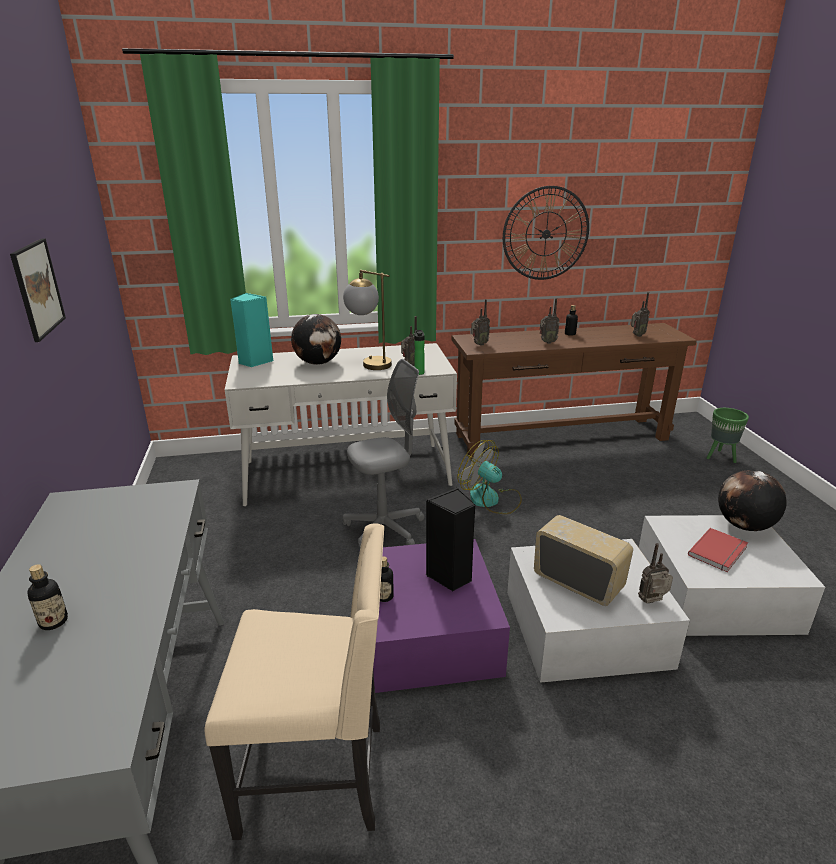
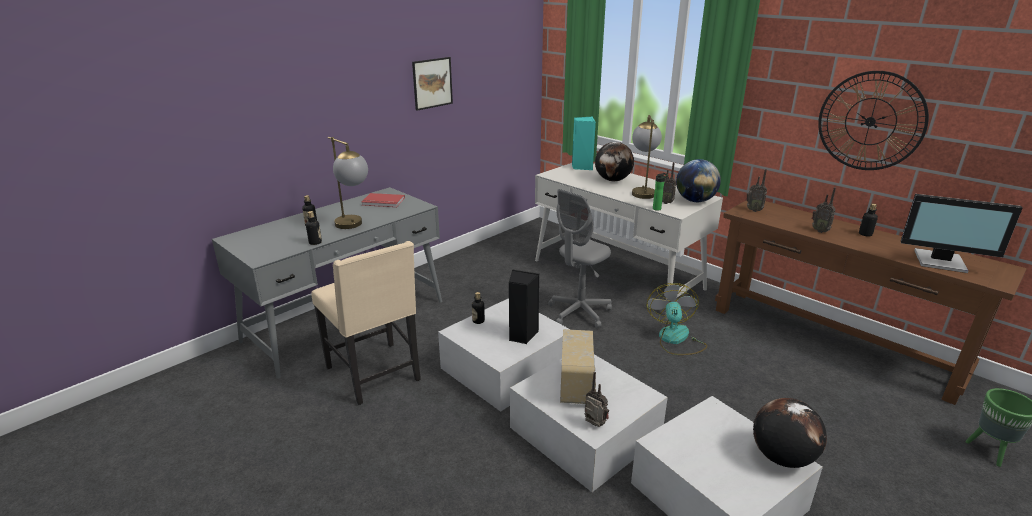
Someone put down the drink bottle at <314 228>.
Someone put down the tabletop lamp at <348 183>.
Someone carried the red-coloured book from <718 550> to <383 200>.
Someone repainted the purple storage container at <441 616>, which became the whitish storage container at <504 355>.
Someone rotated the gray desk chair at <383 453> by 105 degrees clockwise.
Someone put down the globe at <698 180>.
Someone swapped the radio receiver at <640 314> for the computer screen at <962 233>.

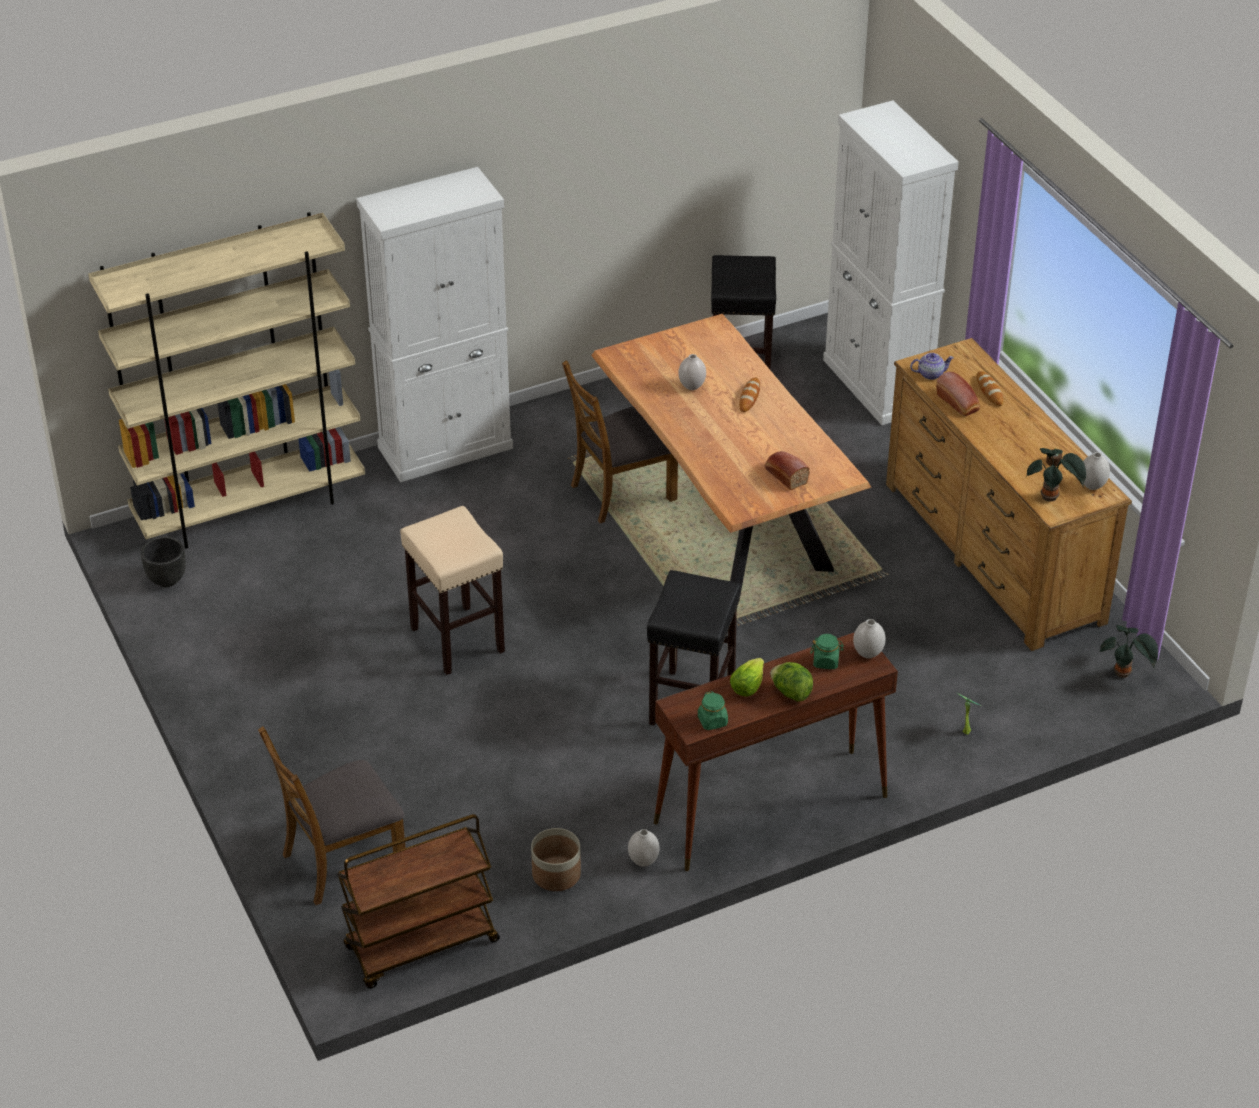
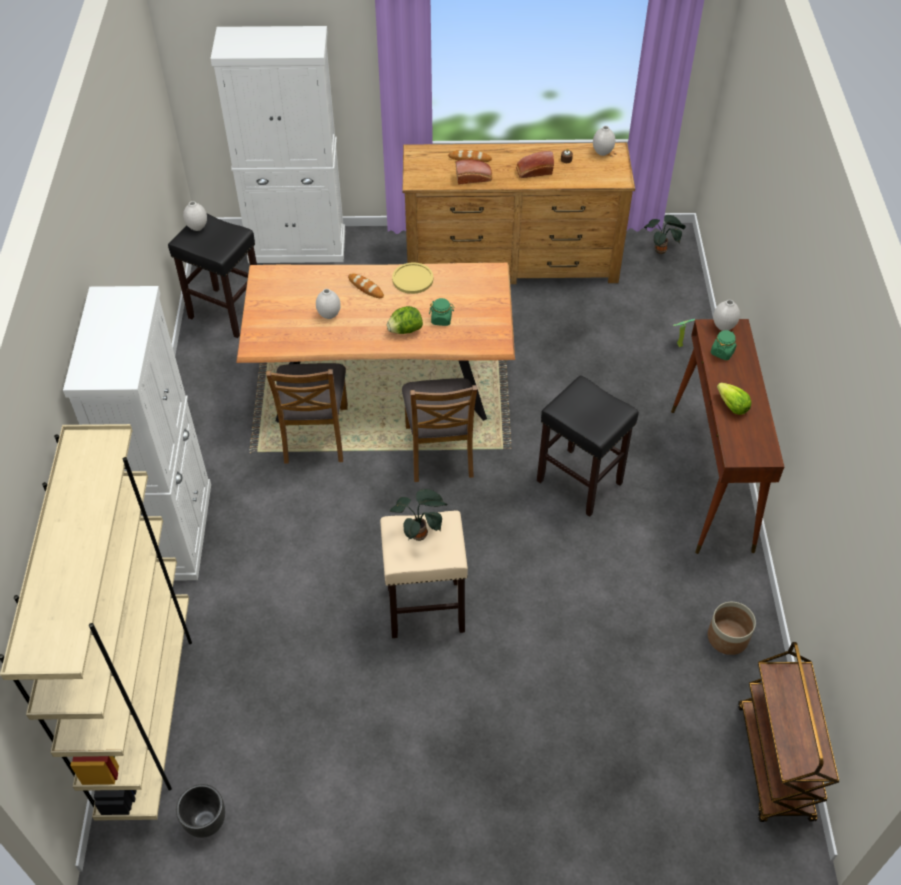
Someone carried the whitish decorative vase from <643 848> to <195 216>.
Someone carried the lettuce head from <791 682> to <405 320>.
Someone carried the potted plant from <1056 475> to <418 515>.
Someone put down the yellowish plate at <412 278>.
Someone carried the brown-coloured plain chair from <332 815> to <439 430>.
Someone carried the green storage jar from <713 710> to <442 312>.
Someone carried the bread from <787 470> to <535 164>.
Someone took away the teapot at <932 366>.

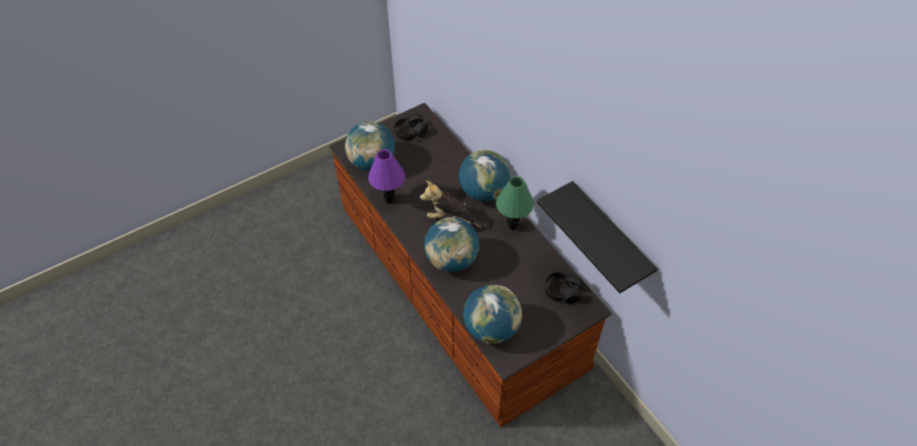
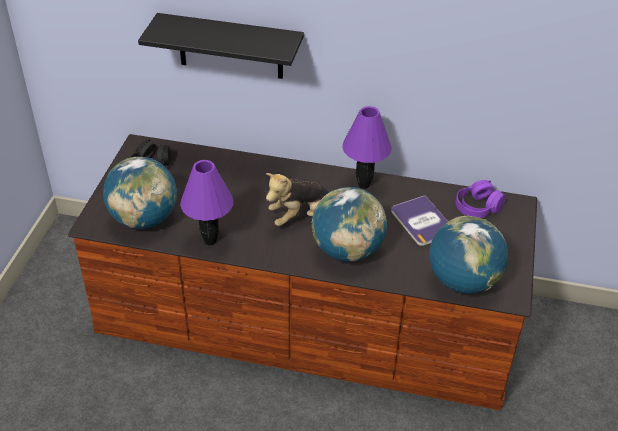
Someone carried the blackish wall shelf from <597 237> to <221 46>.
Someone repainted the green tabletop lamp at <515 203>, which became the purple tabletop lamp at <367 147>.
Someone put down the book at <419 220>.
Someone repainted the blackish headphones at <564 288>, which became the purple headphones at <480 199>.
Someone took away the globe at <484 175>.

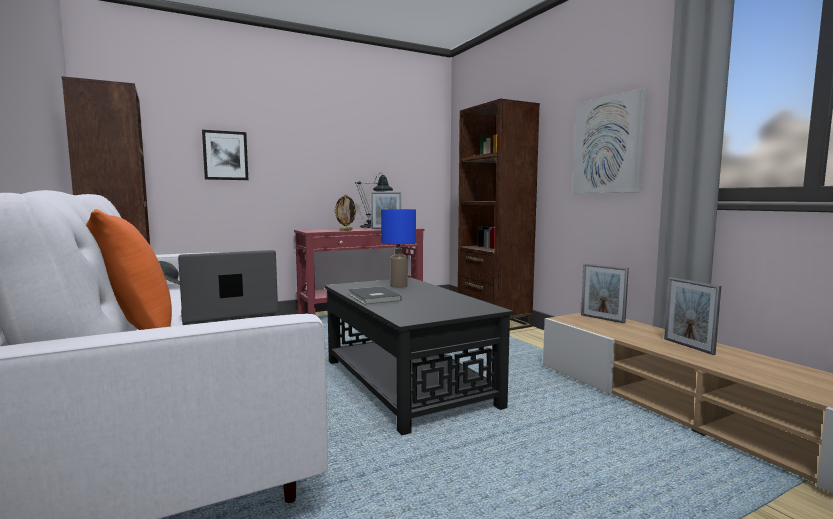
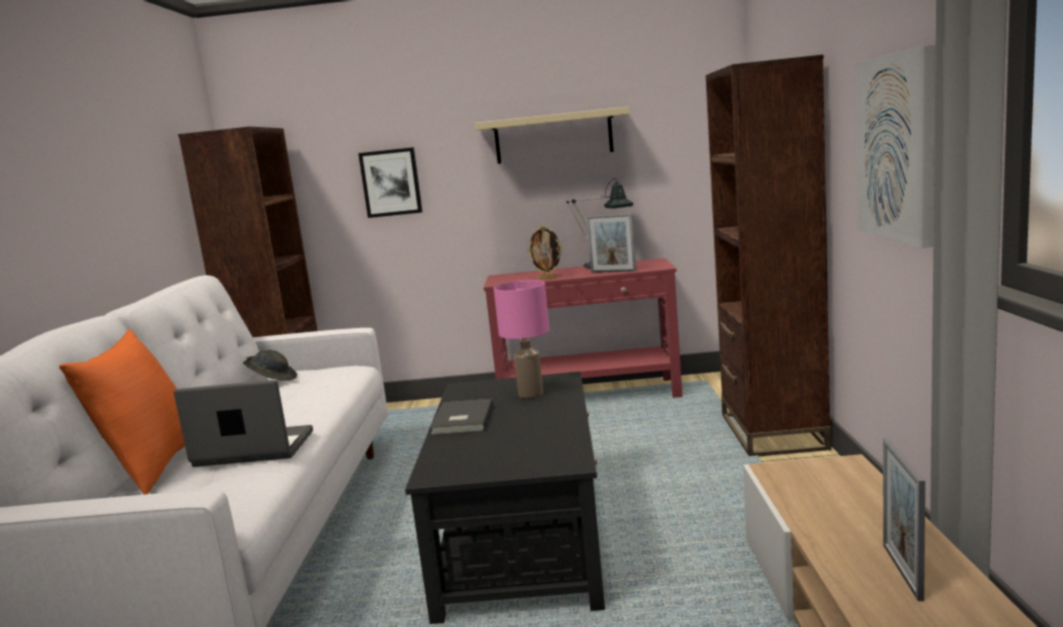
Someone put up the beige-coloured wall shelf at <552 135>.
Someone repainted the blue tabletop lamp at <398 248>, which became the pink-coloured tabletop lamp at <522 339>.
Someone took away the photo frame at <605 293>.

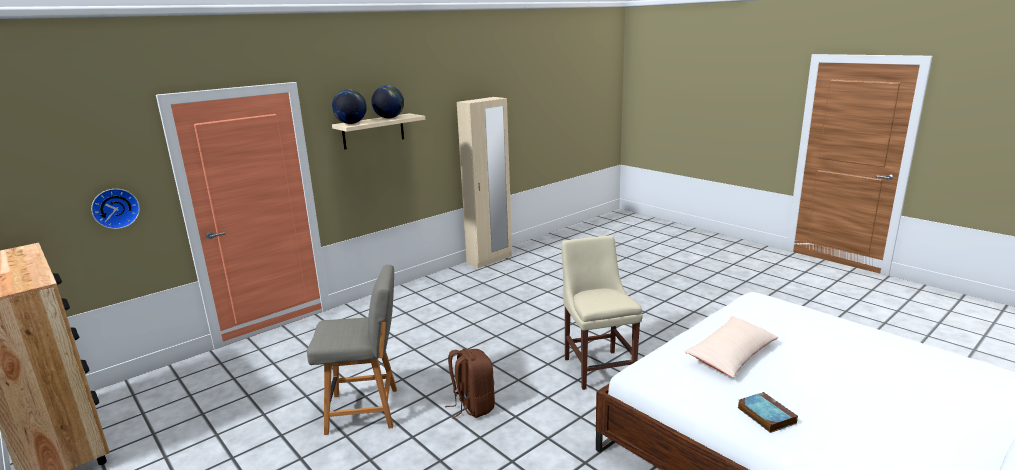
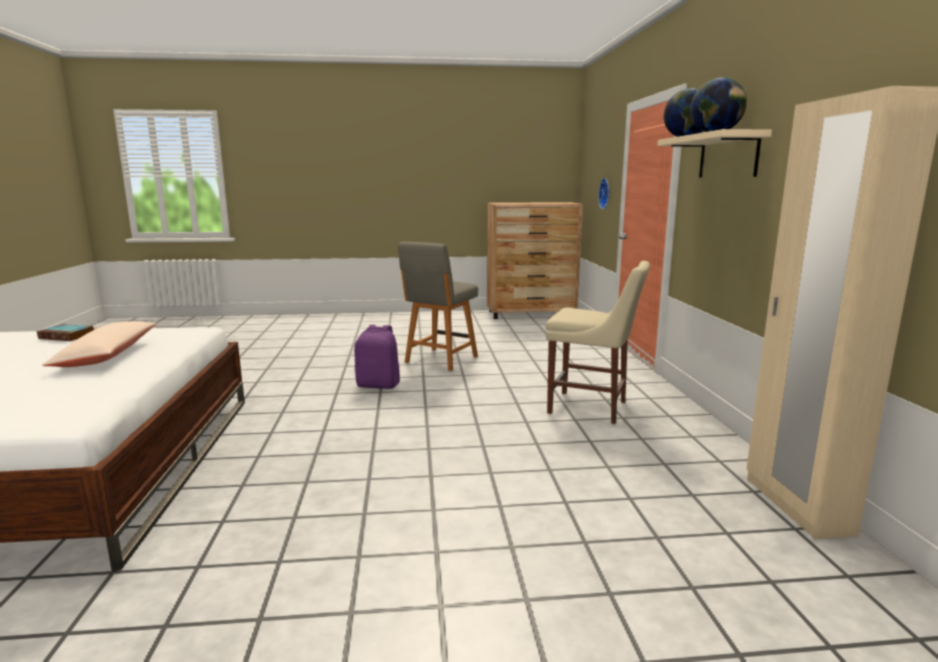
Someone repainted the brown-coloured rucksack at <470 383>, which became the purple rucksack at <377 357>.
Someone carried the beige-coloured plain chair from <602 312> to <598 342>.

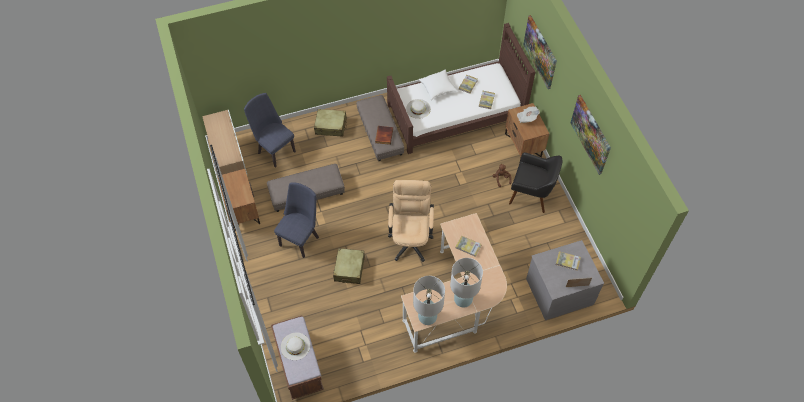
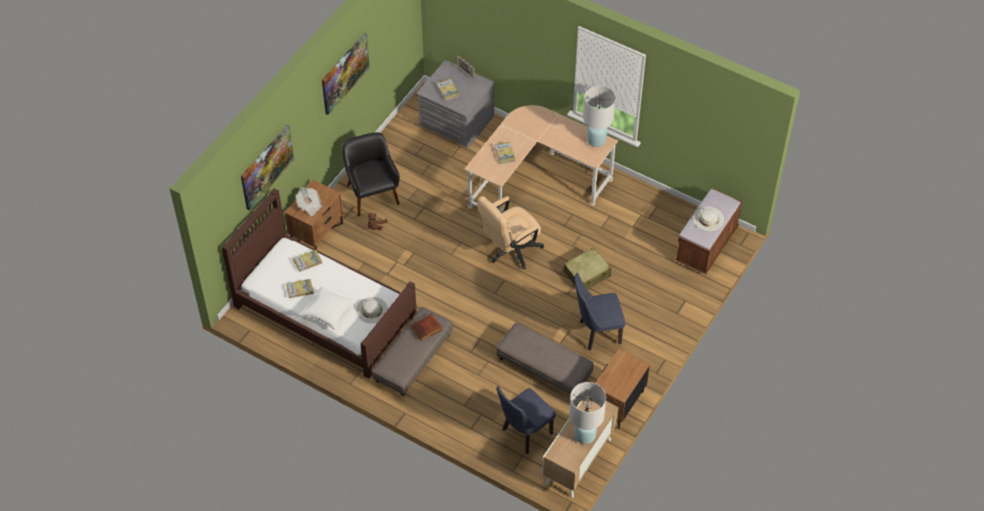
Someone rotated the blue plain chair at <270 130> by 45 degrees clockwise.
Someone carried the whitish tabletop lamp from <466 283> to <587 413>.
Someone took away the beige-coloured travel case at <330 123>.

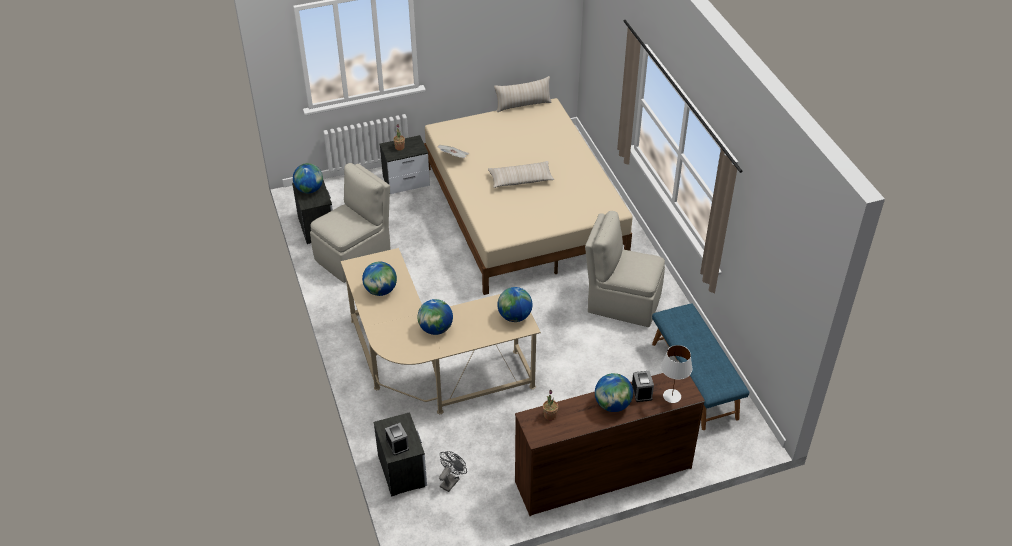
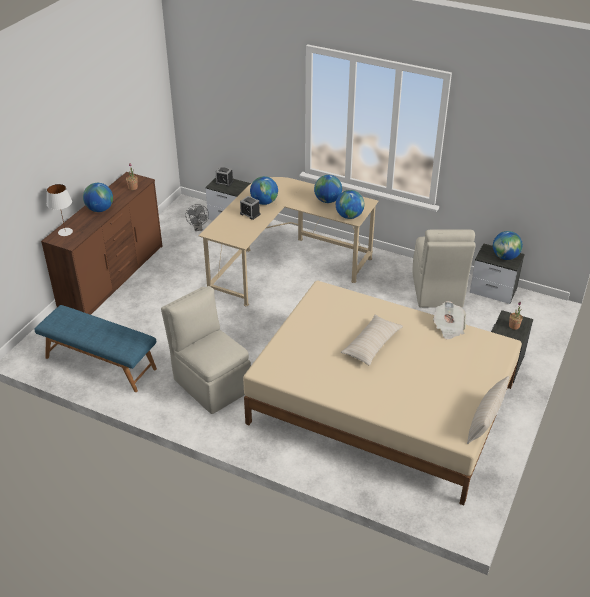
Someone rotated the beige-coloured plain chair at <625 269> by 105 degrees counterclockwise.
Someone carried the alarm clock from <642 386> to <250 208>.
Someone carried the globe from <515 304> to <350 204>.

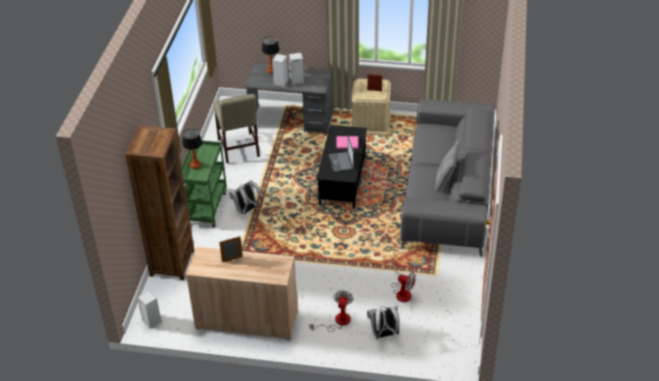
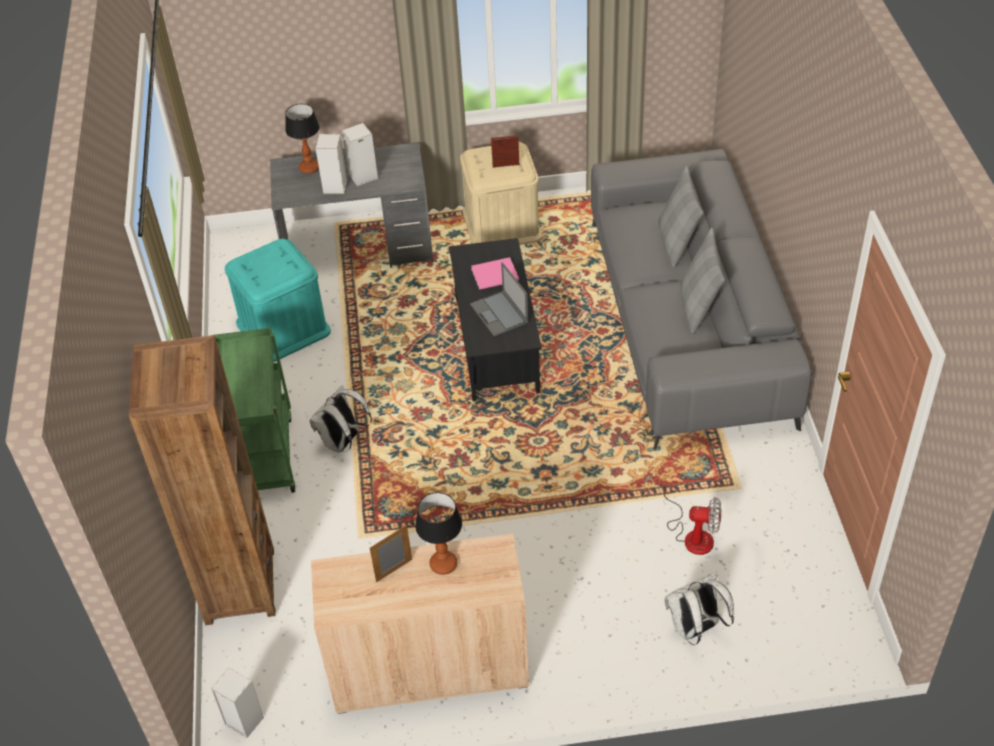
Someone swapped the beige-coloured plain chair at <236 128> for the turquoise storage container at <278 300>.
Someone carried the tabletop lamp from <192 149> to <438 533>.
Someone put down the gray cushion at <681 217>.
Someone took away the fan at <331 311>.

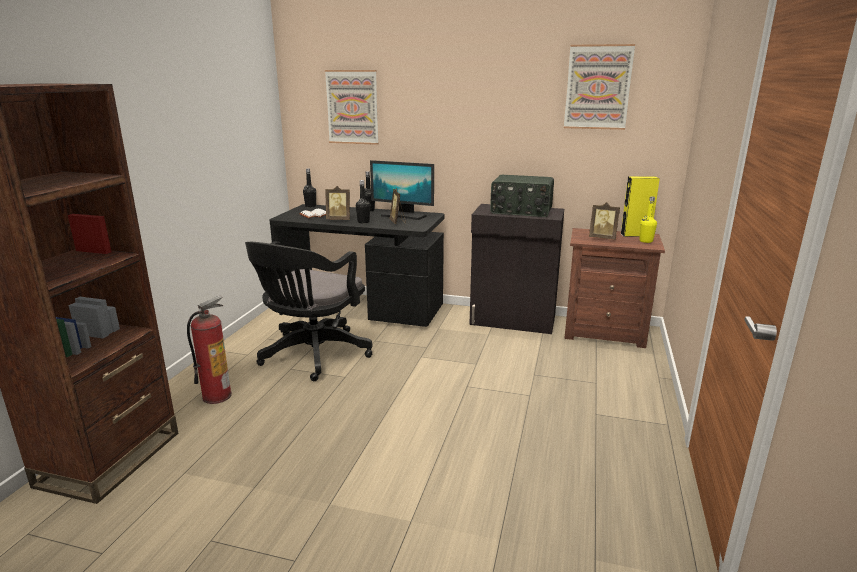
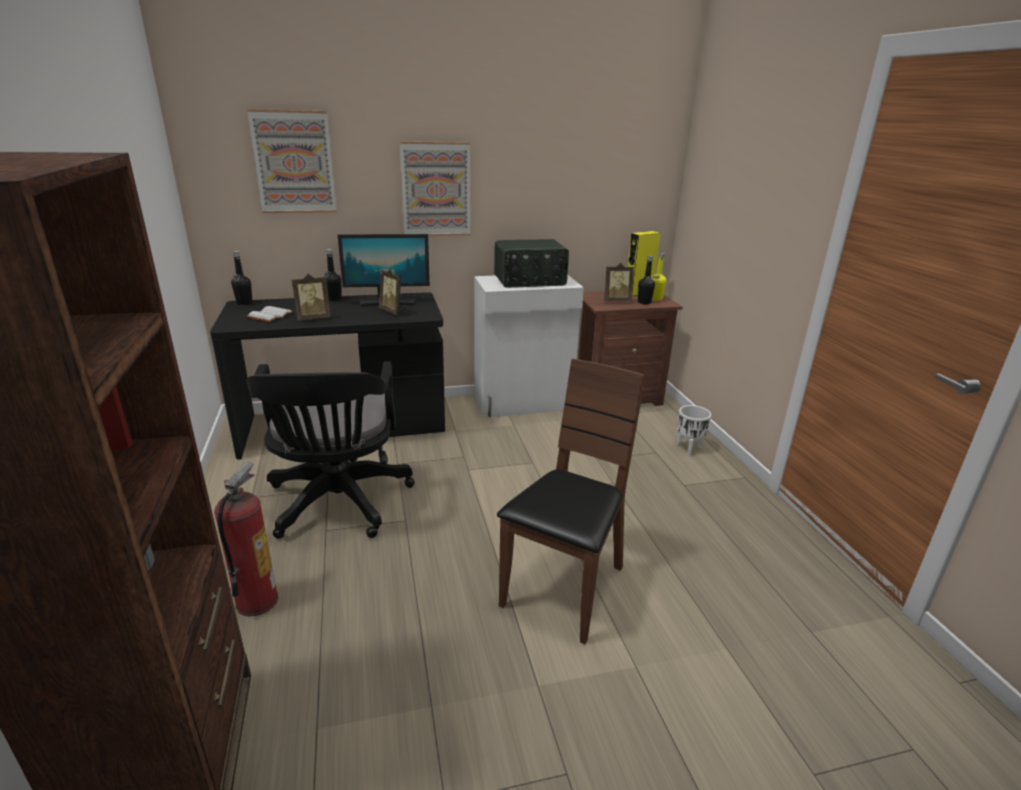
Someone carried the wall art from <599 87> to <435 188>.
Someone repainted the blackish cabinet at <516 269>, which became the whitish cabinet at <529 346>.
Someone put down the brown-coloured plain chair at <570 501>.
Someone carried the blackish drink bottle from <363 201> to <646 280>.
Someone put down the whitish flower pot at <693 430>.

